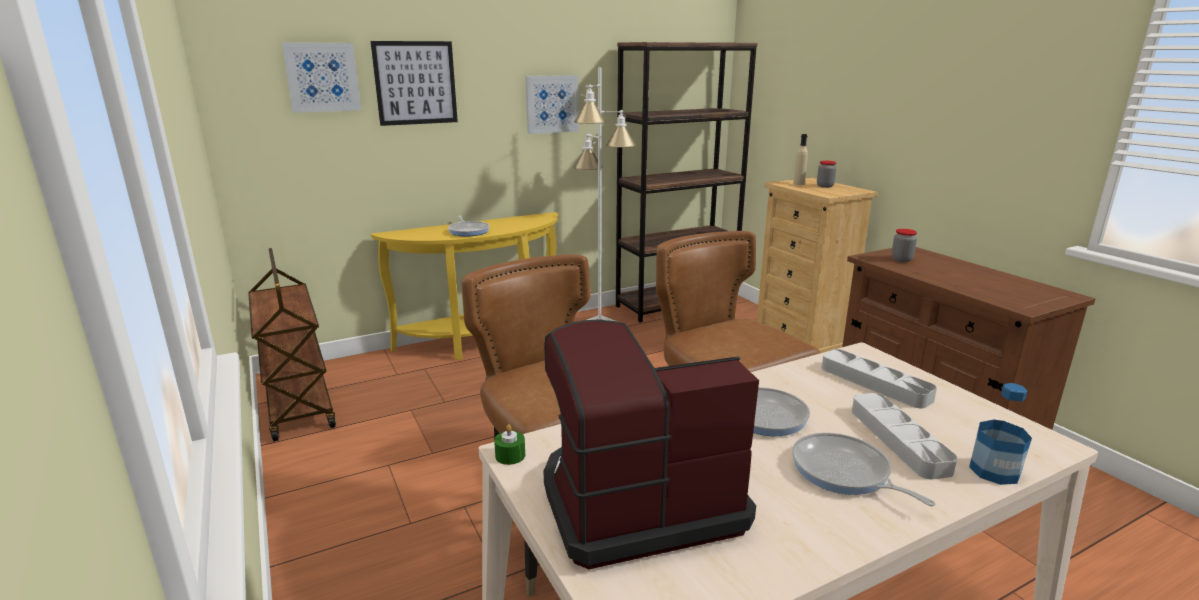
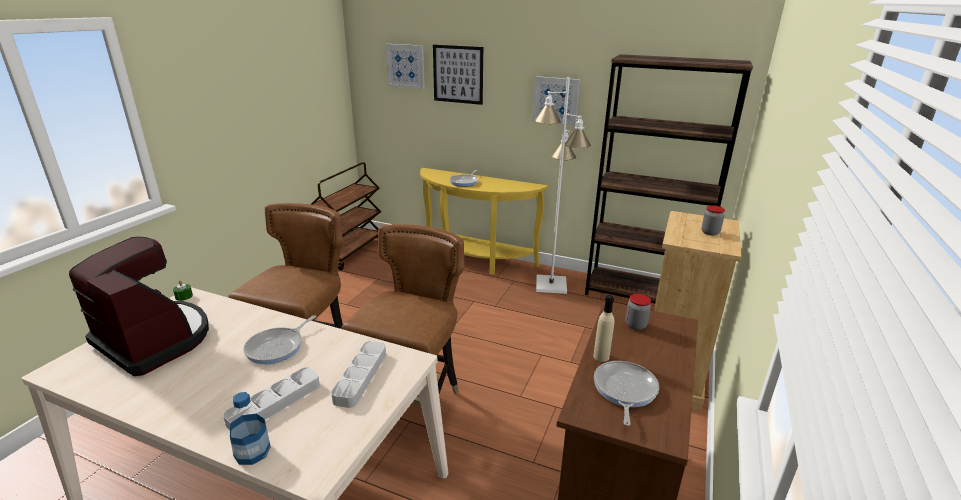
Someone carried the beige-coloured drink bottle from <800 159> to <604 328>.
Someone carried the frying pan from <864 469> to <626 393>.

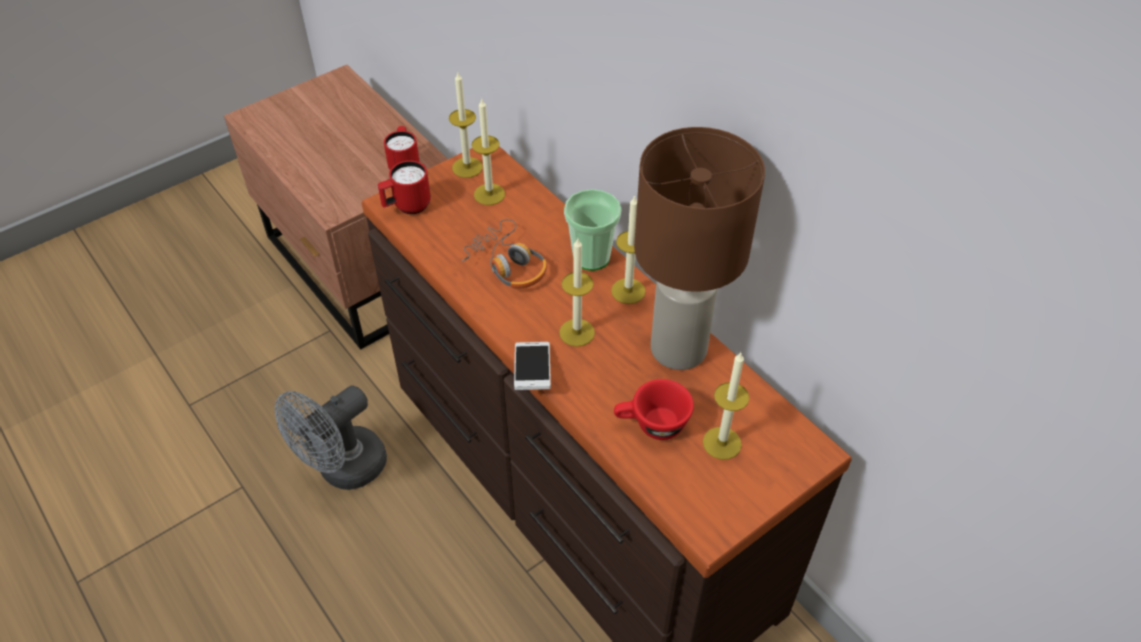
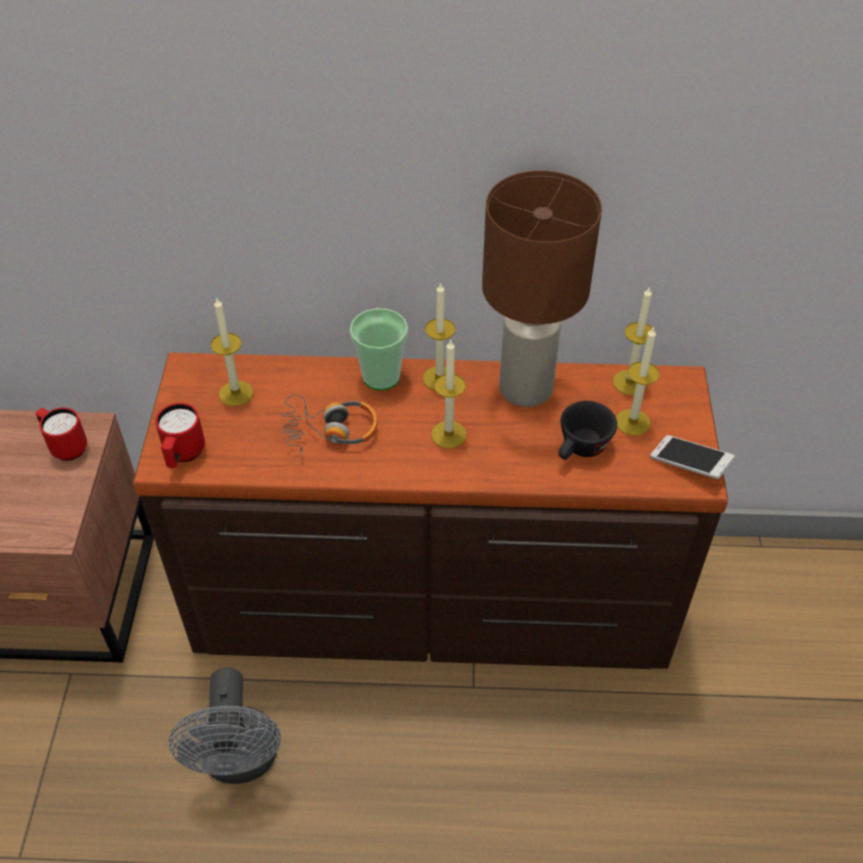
Someone repainted the red-coloured drinking cup at <654 409>, which became the blackish drinking cup at <587 430>.
Someone carried the wax candle from <466 125> to <634 340>.
Someone carried the phone from <532 366> to <692 457>.

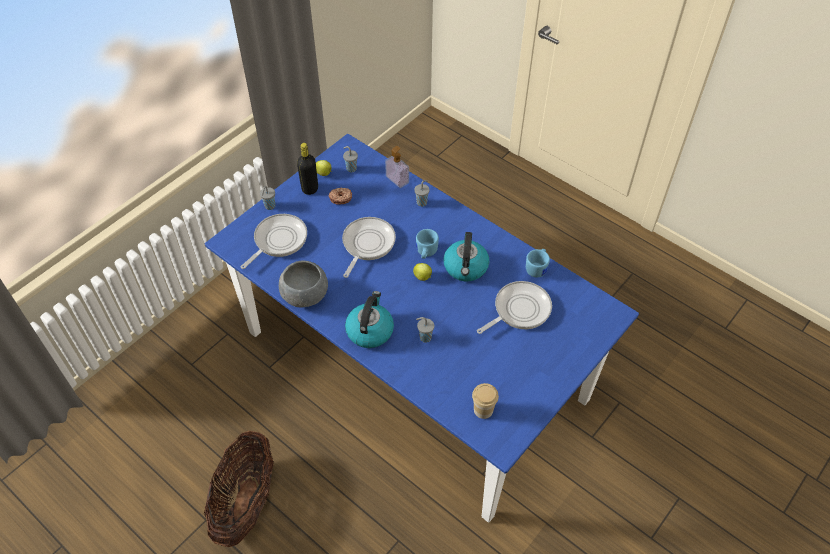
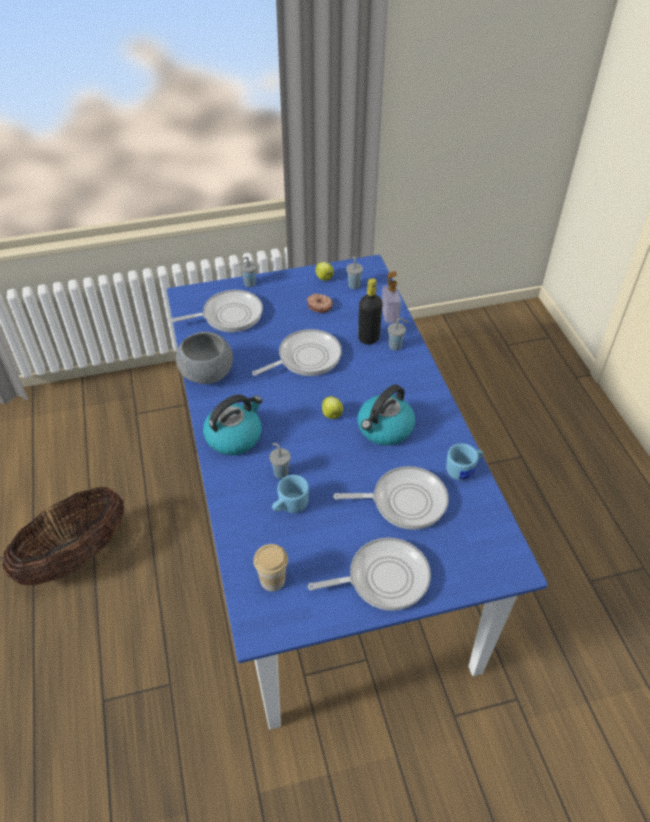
Someone carried the blue tea mug from <427 244> to <290 494>.
Someone put down the frying pan at <369 574>.
Someone carried the blackish drink bottle from <307 169> to <370 311>.

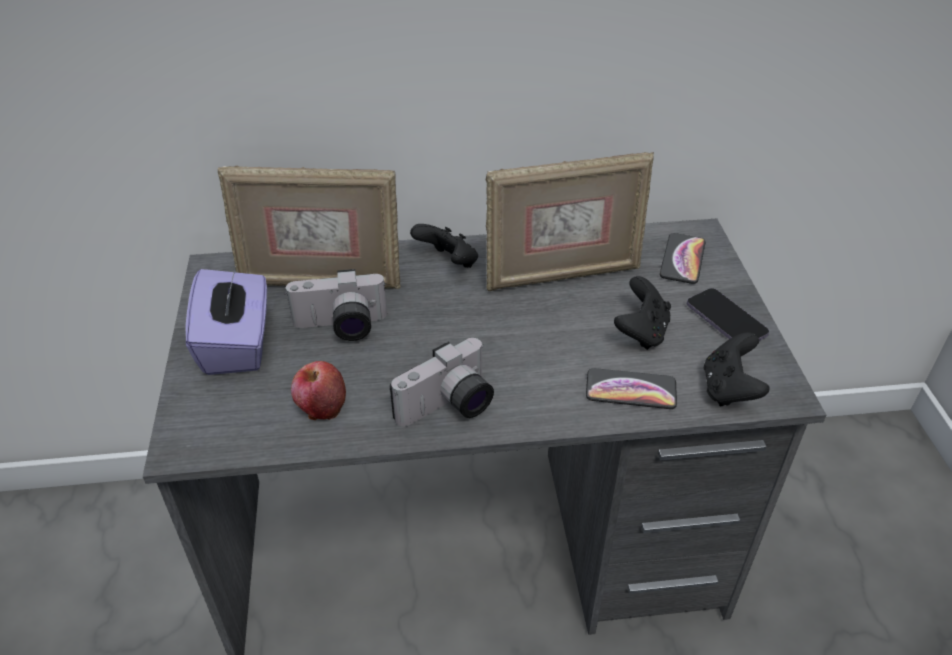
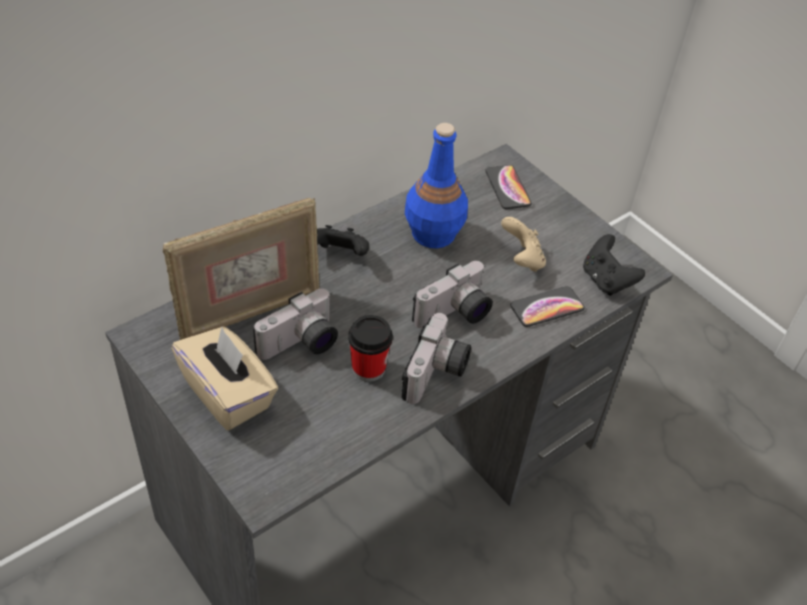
Someone repainted the purple tissue box at <226 319>, which became the beige-coloured tissue box at <225 378>.
Someone put down the drinking cup at <370 348>.
Someone swapped the photo frame at <570 221> for the blue drink bottle at <436 185>.
Someone put down the photo camera at <452 294>.
Someone repainted the blackish gamepad at <642 313>, which became the beige-coloured gamepad at <523 244>.
Someone took away the whole apple at <318 390>.
Someone took away the phone at <728 314>.

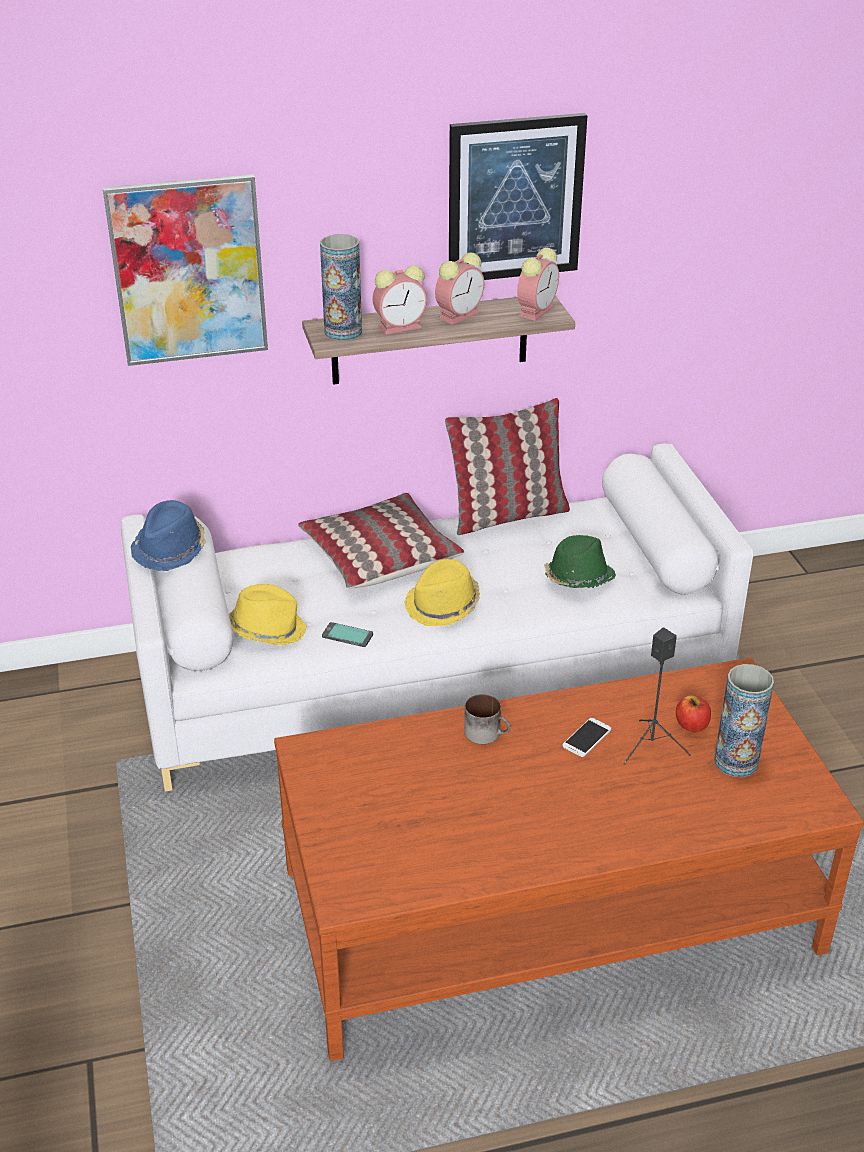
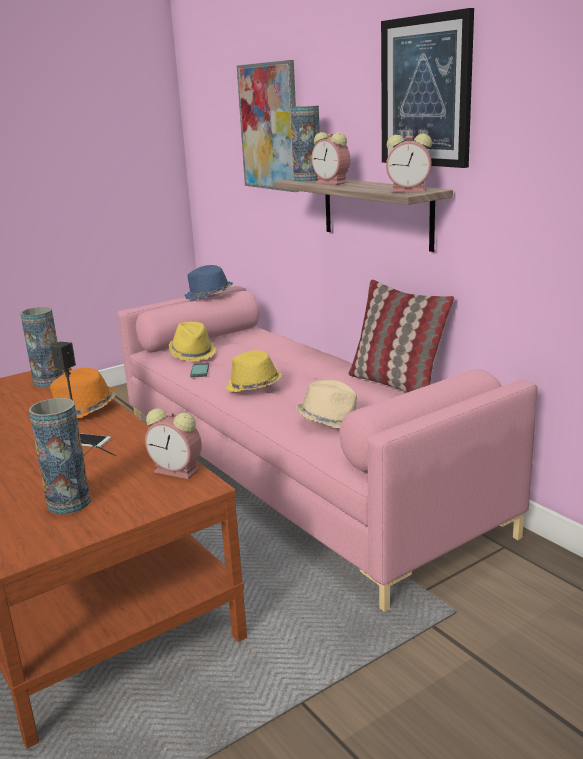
Someone put down the decorative vase at <41 347>.
Someone swapped the tea mug at <487 719> for the orangey wearable hat at <83 393>.
Someone repainted the whitish settee at <437 617>, which became the pink-coloured settee at <328 449>.
Someone carried the alarm clock from <459 288> to <173 443>.
Someone repainted the green wearable hat at <580 561>, which became the beige-coloured wearable hat at <326 404>.
Someone took away the cushion at <381 541>.
Someone took away the whole apple at <693 713>.

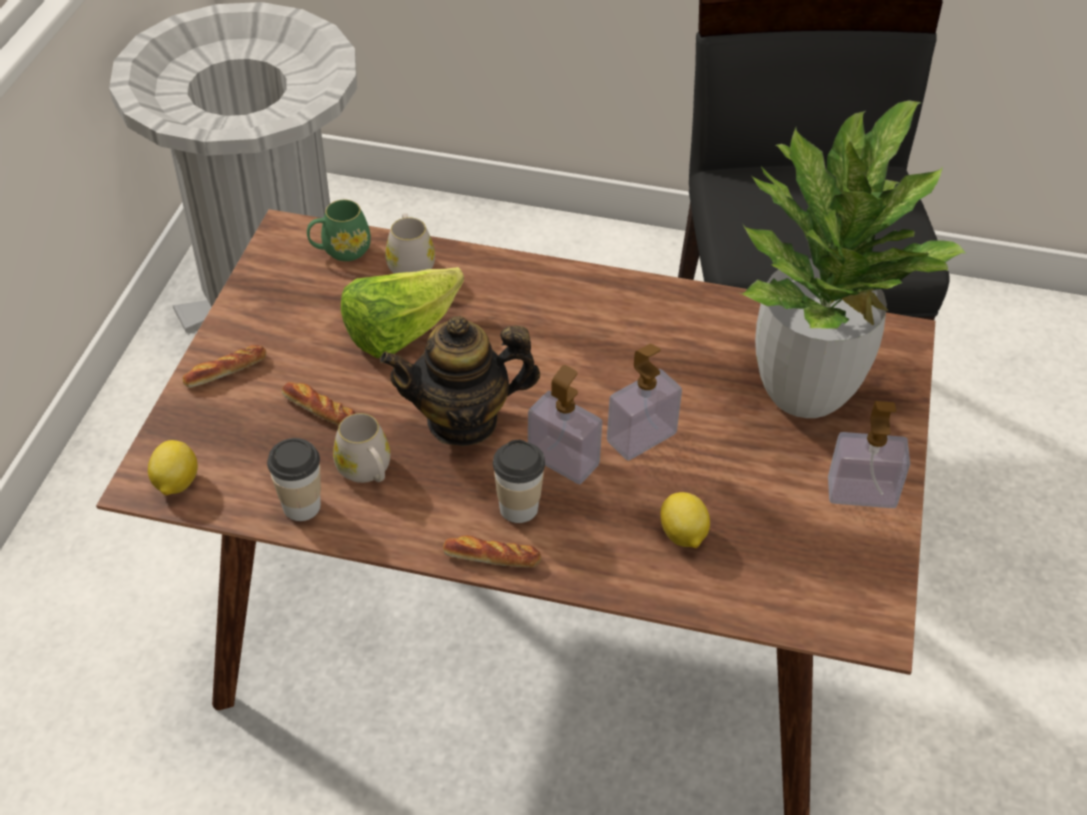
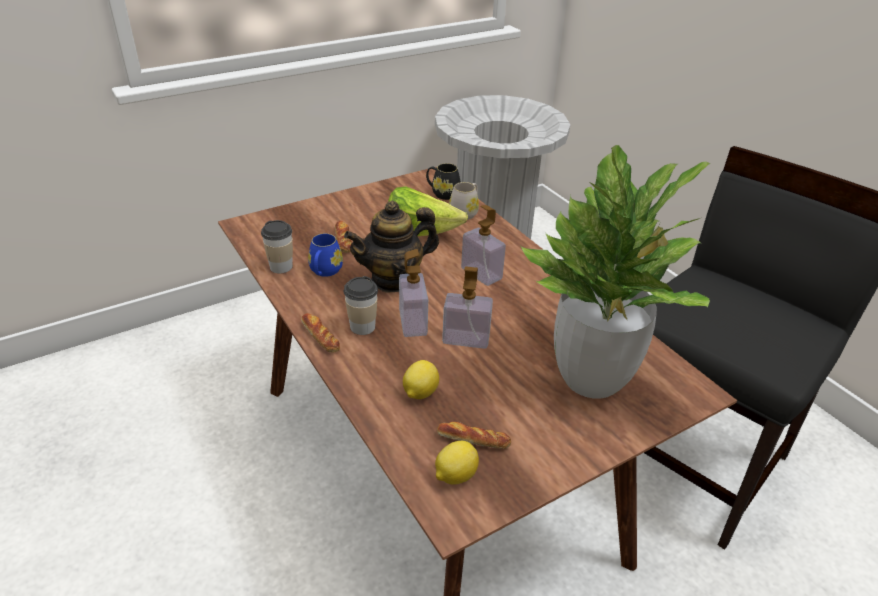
Someone repainted the whitish tea mug at <361 448>, which became the blue tea mug at <325 255>.
Someone rotated the teapot at <460 381> by 60 degrees counterclockwise.
Someone repainted the green tea mug at <339 230>, which became the blackish tea mug at <443 181>.
Someone carried the lemon from <173 467> to <457 463>.
Someone carried the bread from <224 366> to <474 435>.
Someone carried the soap bottle from <869 454> to <483 245>.

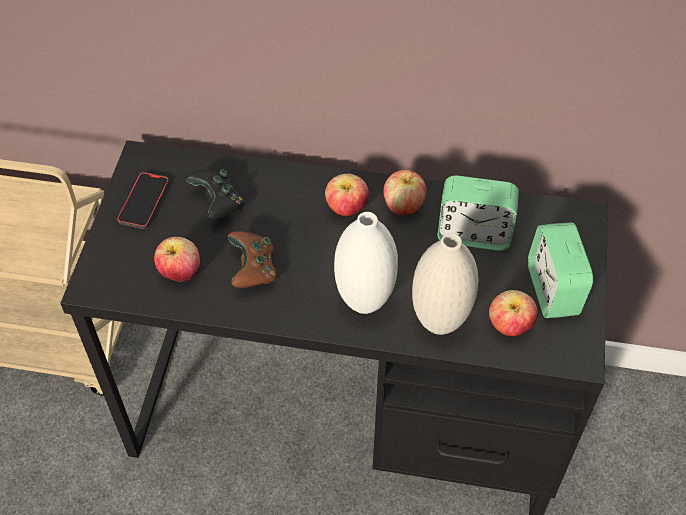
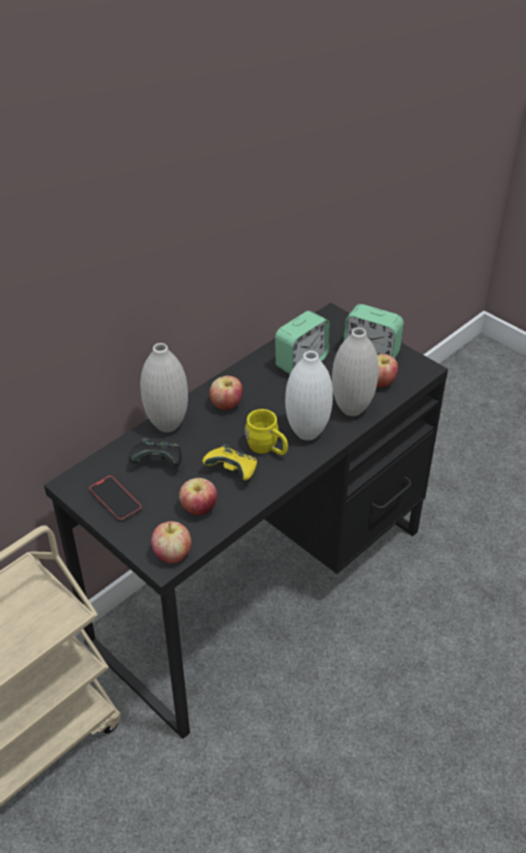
Someone put down the whitish decorative vase at <164 387>.
Someone carried the whole apple from <404 193> to <171 542>.
Someone repainted the brown-coloured gamepad at <252 259>, which became the yellowish gamepad at <230 462>.
Someone put down the yellowish tea mug at <266 432>.

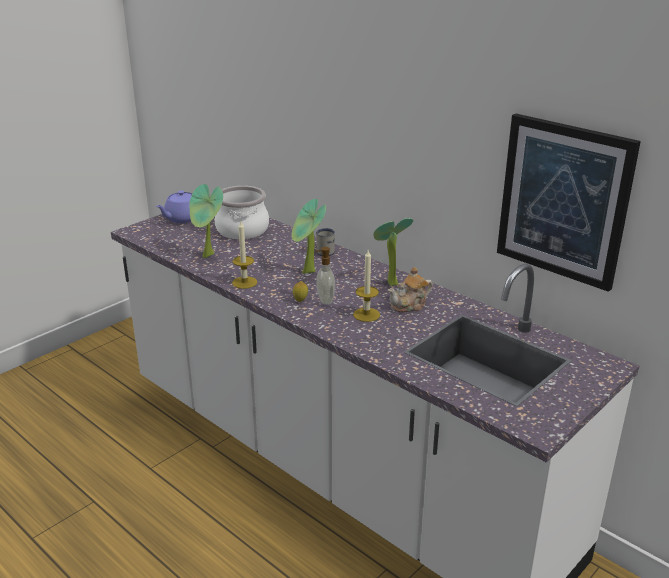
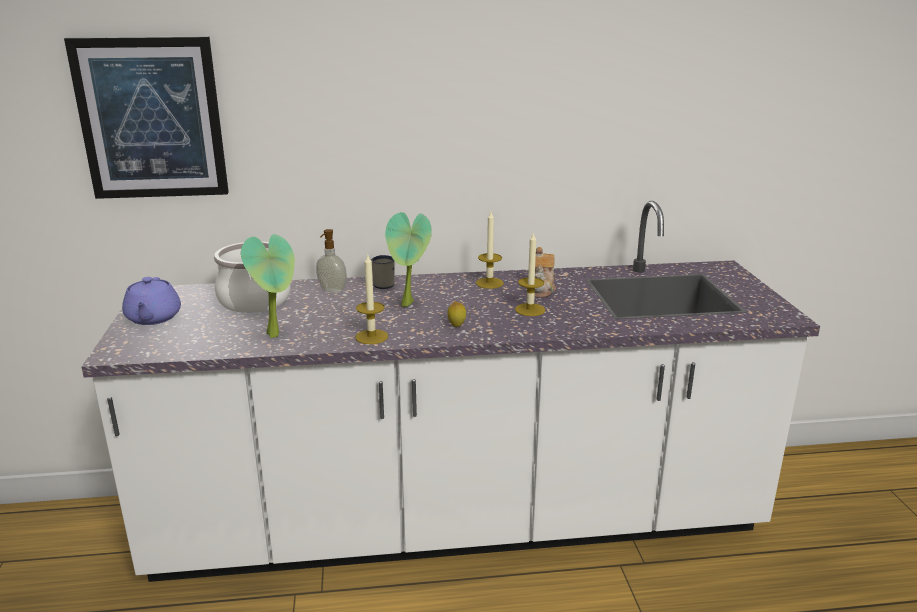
Someone carried the wall art from <569 203> to <146 117>.
Someone carried the soap bottle from <324 276> to <331 261>.
Someone swapped the potted plant at <393 252> for the wax candle at <490 250>.

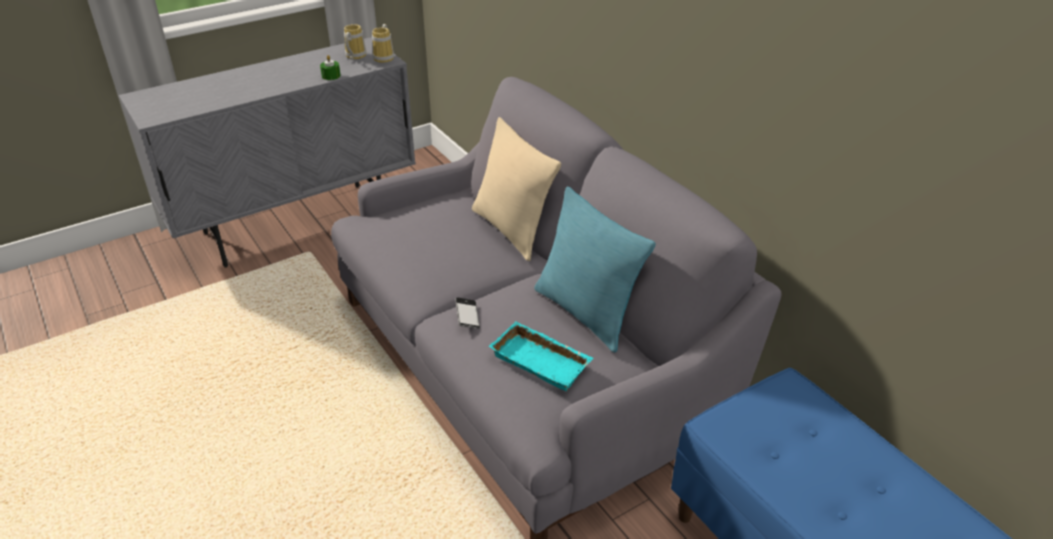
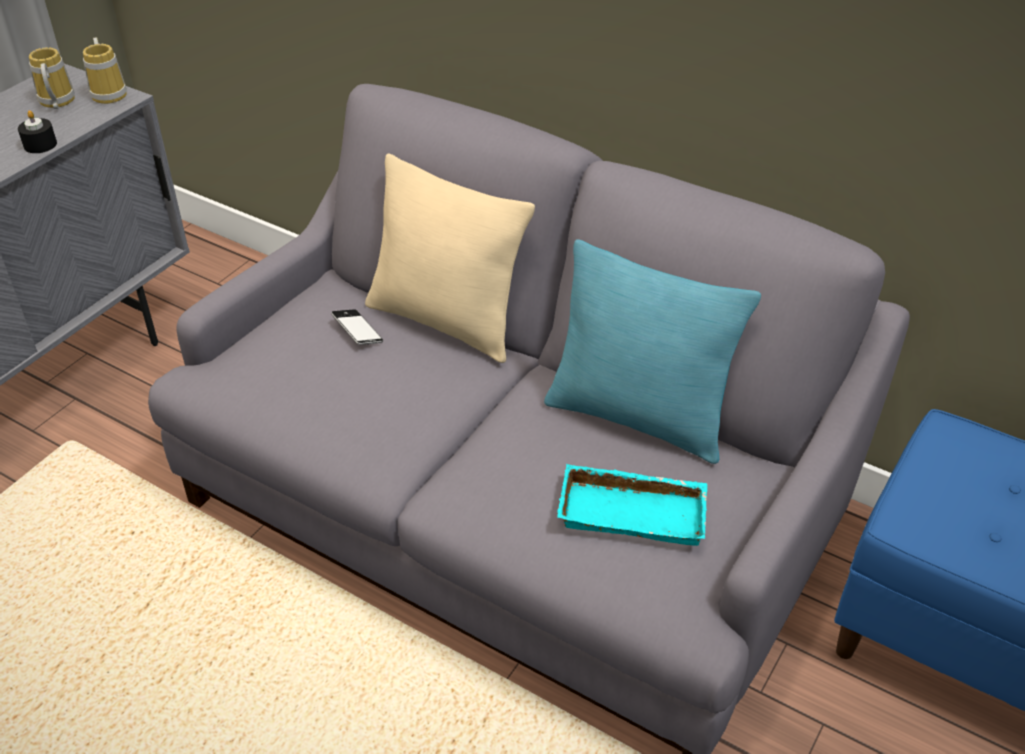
Someone repainted the green wax candle at <330 67>, which became the blackish wax candle at <37 131>.
Someone carried the phone from <467 313> to <357 327>.

